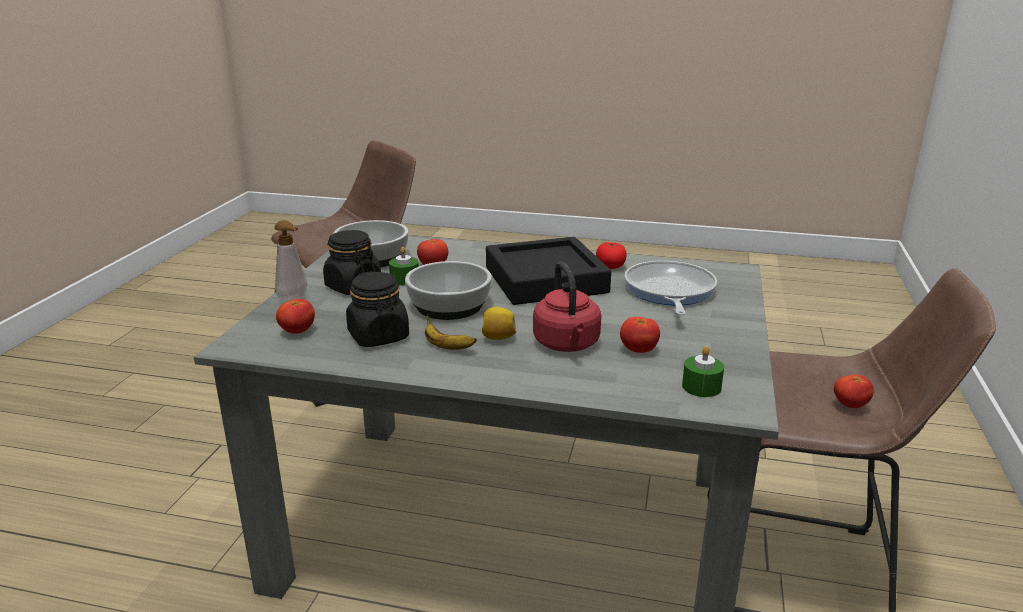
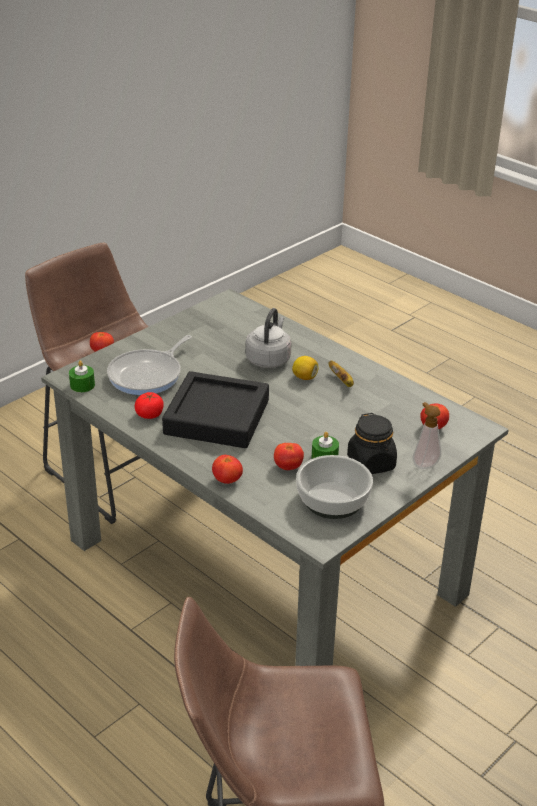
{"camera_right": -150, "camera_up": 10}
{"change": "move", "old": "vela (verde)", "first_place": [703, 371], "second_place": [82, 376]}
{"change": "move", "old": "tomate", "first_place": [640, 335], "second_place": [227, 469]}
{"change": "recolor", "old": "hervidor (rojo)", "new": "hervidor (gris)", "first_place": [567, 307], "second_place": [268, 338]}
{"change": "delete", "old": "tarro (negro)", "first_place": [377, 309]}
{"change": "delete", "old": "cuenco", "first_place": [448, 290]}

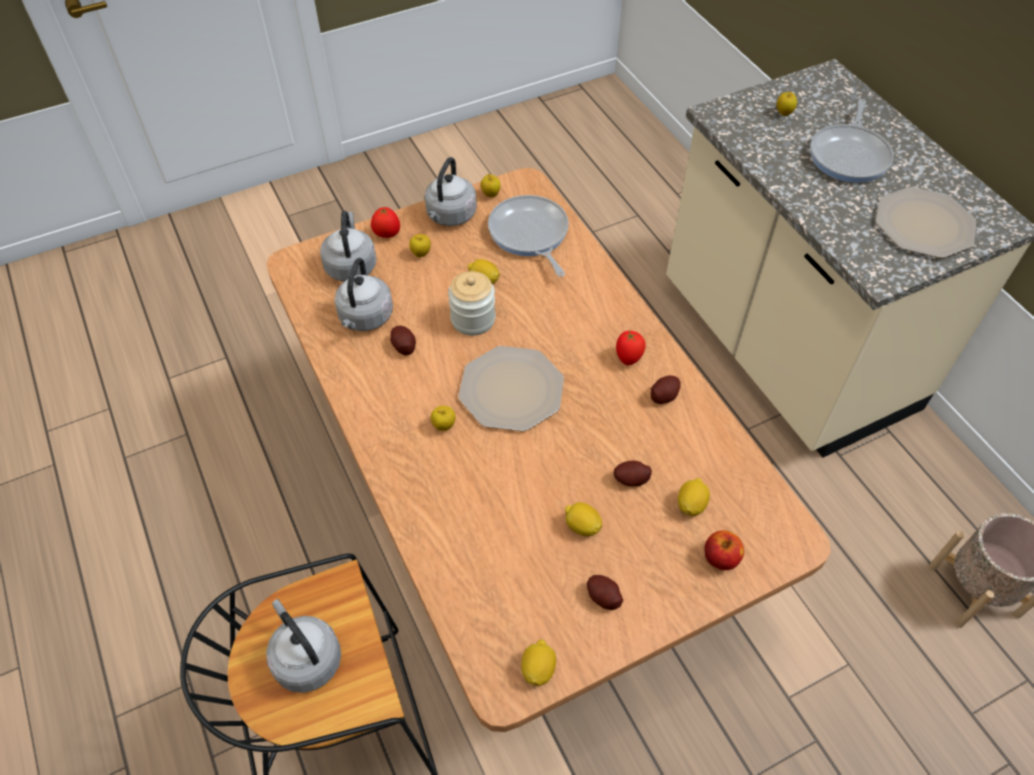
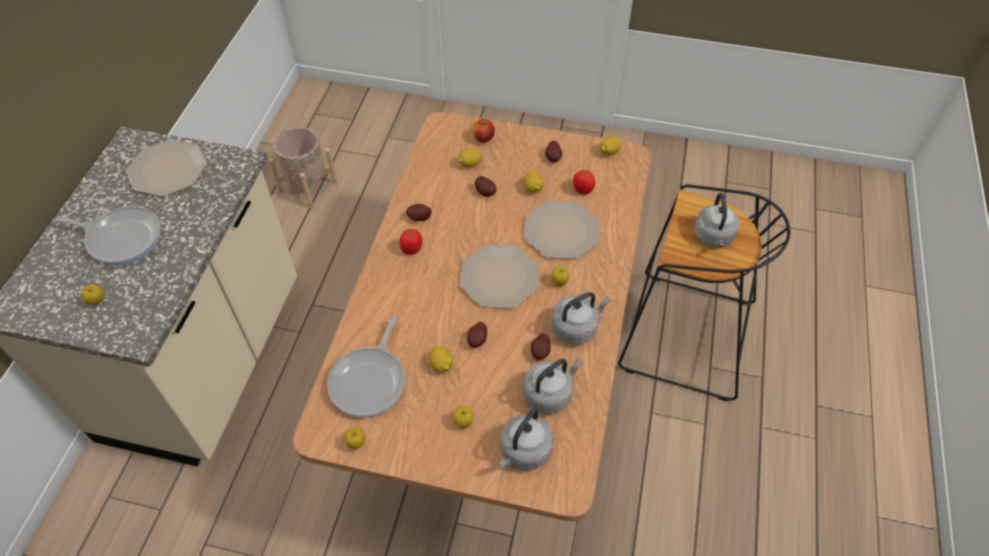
{"camera_right": -140, "camera_up": 0}
{"change": "rotate", "old": "sartén", "first_place": [852, 141], "second_place": [107, 235], "degrees": 45}
{"change": "replace", "old": "tarro", "new": "patata", "first_place": [471, 303], "second_place": [477, 335]}
{"change": "insert", "new": "plato", "second_place": [562, 230]}
{"change": "move", "old": "hervidor (gris)", "first_place": [451, 191], "second_place": [581, 318]}
{"change": "move", "old": "tomate", "first_place": [385, 222], "second_place": [584, 182]}

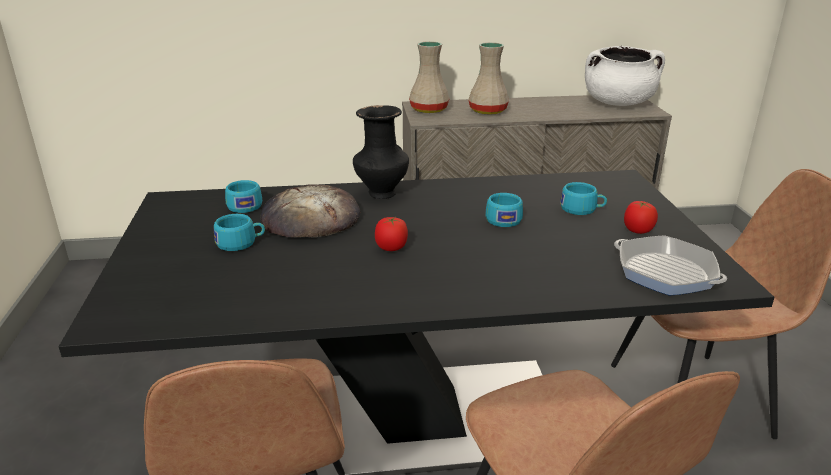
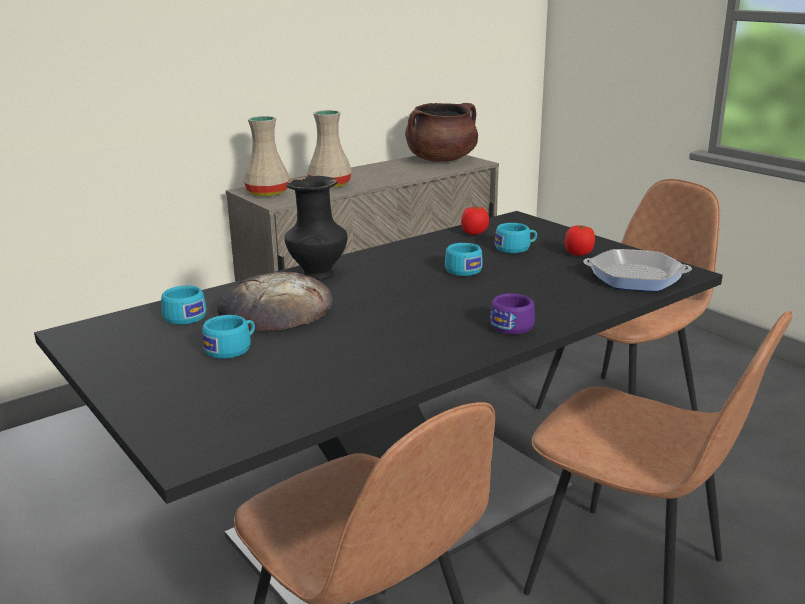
{"camera_right": -30, "camera_up": -5}
{"change": "recolor", "old": "olla (blanco)", "new": "olla (marrón)", "first_place": [625, 76], "second_place": [441, 132]}
{"change": "move", "old": "tomate", "first_place": [391, 234], "second_place": [475, 220]}
{"change": "insert", "new": "taza (morado)", "second_place": [512, 313]}

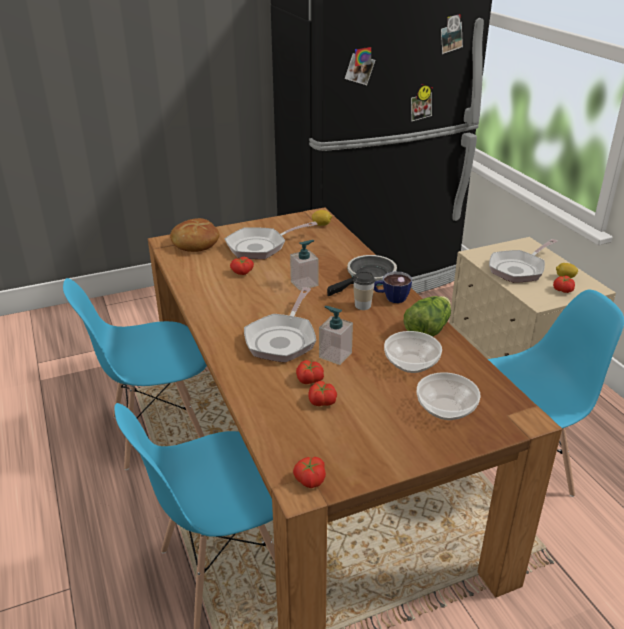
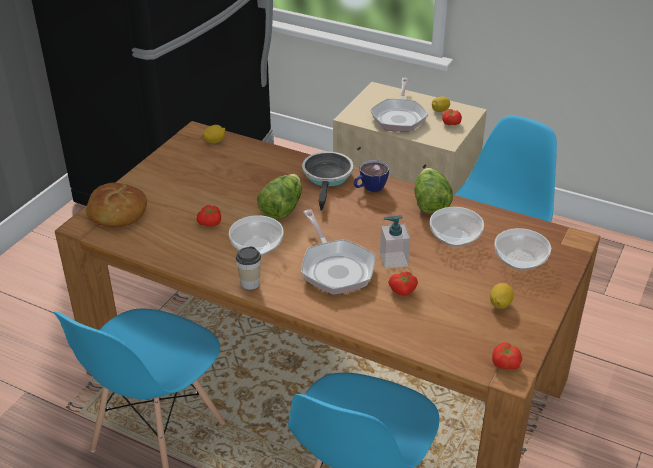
{"camera_right": -40, "camera_up": 5}
{"change": "insert", "new": "cuenco", "second_place": [256, 235]}
{"change": "move", "old": "taza", "first_place": [364, 290], "second_place": [248, 268]}
{"change": "replace", "old": "dispensador de jabón", "new": "lechuga", "first_place": [304, 265], "second_place": [279, 196]}
{"change": "insert", "new": "limón", "second_place": [502, 296]}
{"change": "delete", "old": "sartén", "first_place": [271, 240]}
{"change": "delete", "old": "tomate", "first_place": [323, 393]}

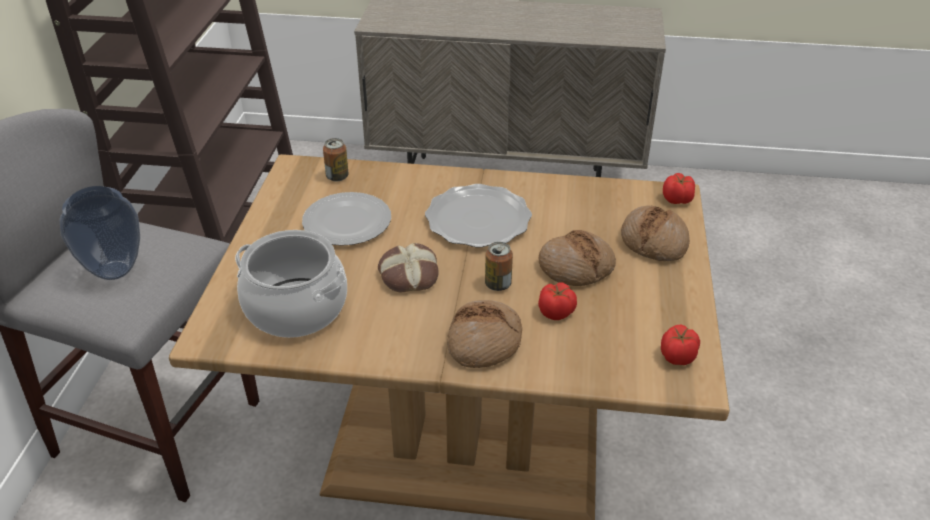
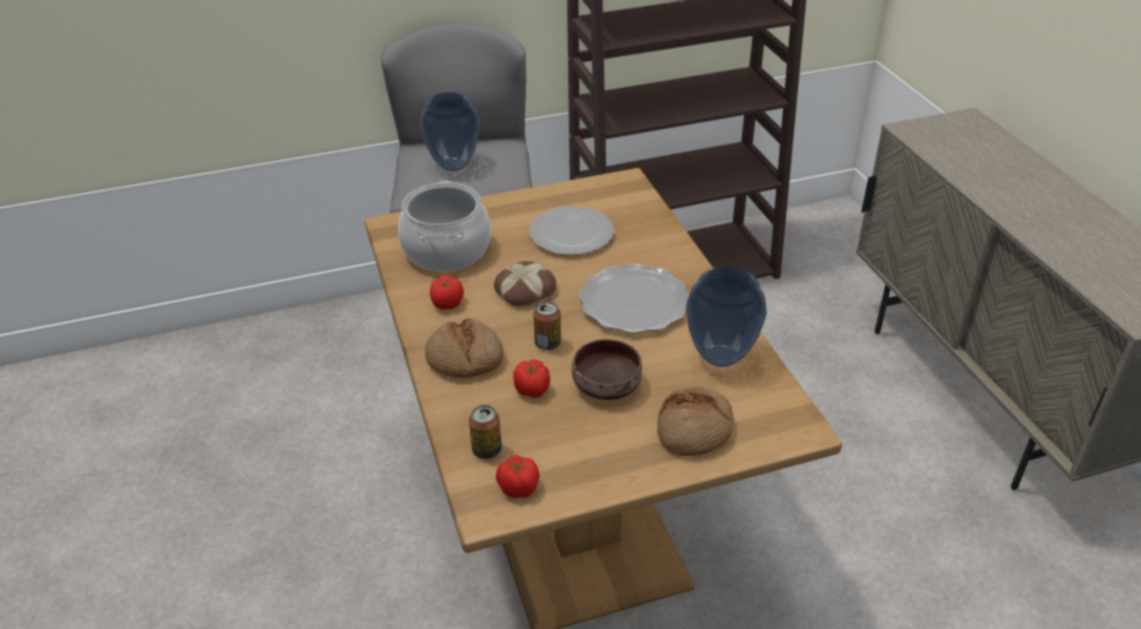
{"camera_right": 65, "camera_up": 0}
{"change": "move", "old": "tomate", "first_place": [679, 188], "second_place": [447, 292]}
{"change": "move", "old": "lata", "first_place": [336, 160], "second_place": [485, 432]}
{"change": "replace", "old": "pan", "new": "cuenco (marrón)", "first_place": [577, 258], "second_place": [607, 369]}
{"change": "insert", "new": "florero", "second_place": [726, 316]}

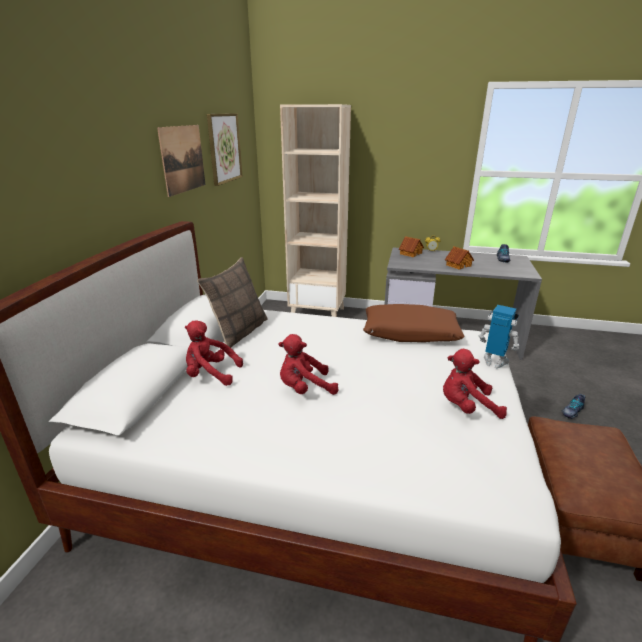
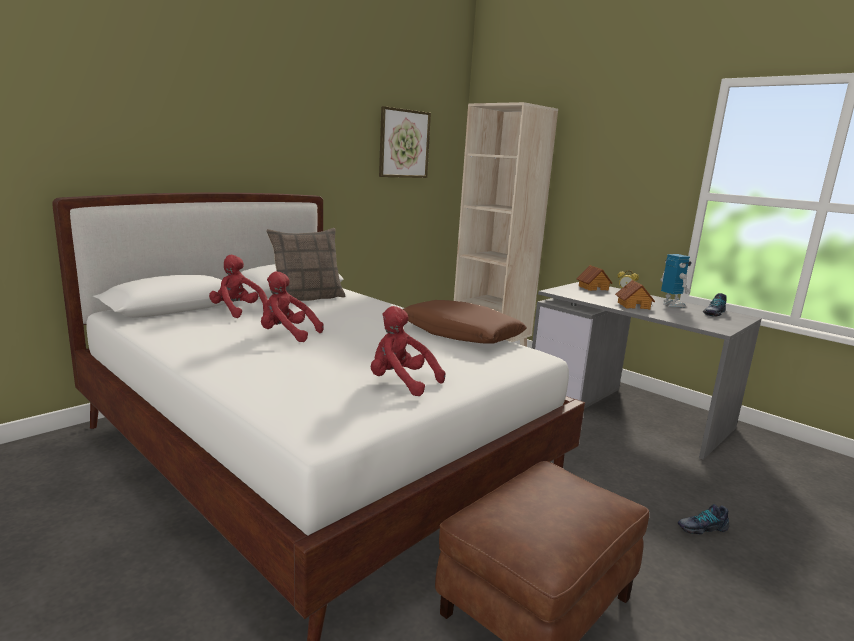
{"camera_right": 30, "camera_up": -10}
{"change": "move", "old": "robot de juguete", "first_place": [499, 336], "second_place": [676, 280]}
{"change": "delete", "old": "cuadro", "first_place": [181, 161]}

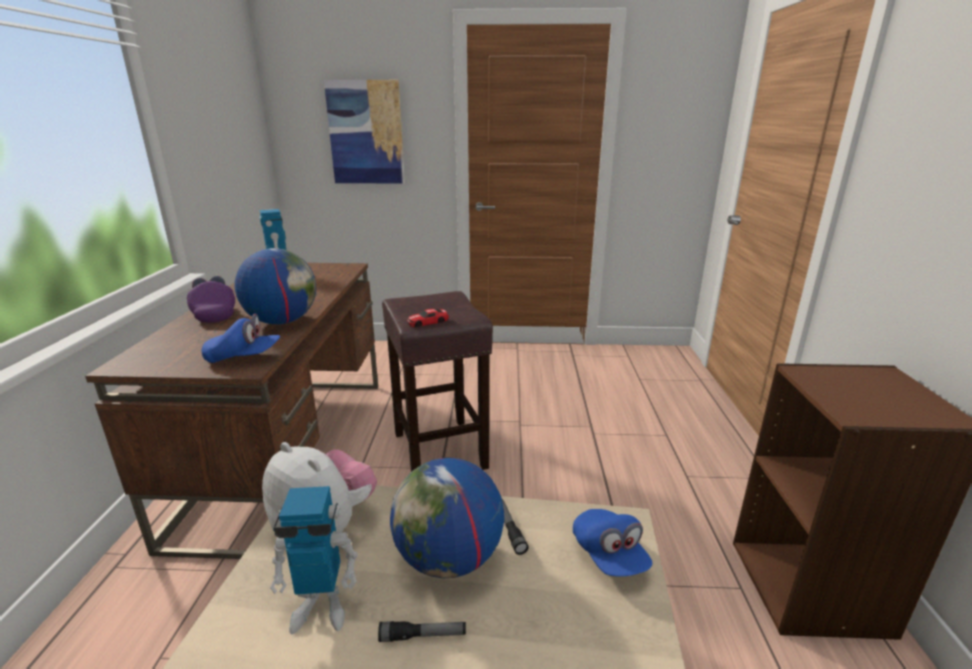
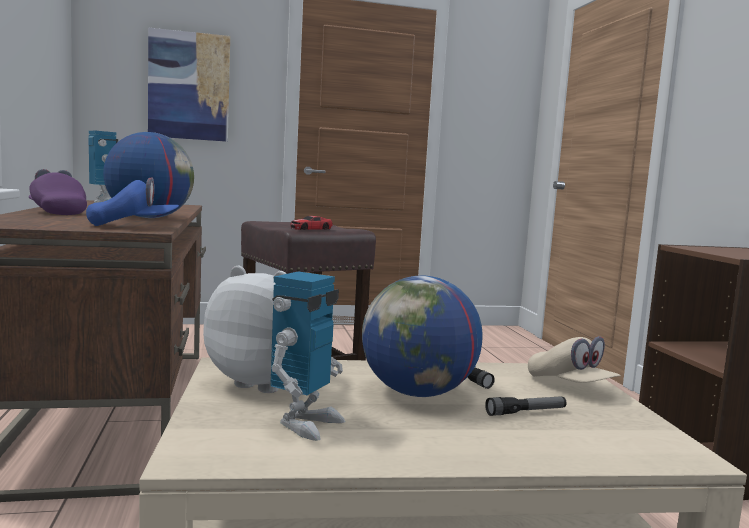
{"camera_right": -15, "camera_up": -15}
{"change": "rotate", "old": "robot de juguete", "first_place": [314, 560], "second_place": [308, 356], "degrees": -45}
{"change": "move", "old": "linterna", "first_place": [422, 631], "second_place": [525, 406]}
{"change": "recolor", "old": "gorra (azul)", "new": "gorra (beis)", "first_place": [612, 543], "second_place": [574, 359]}

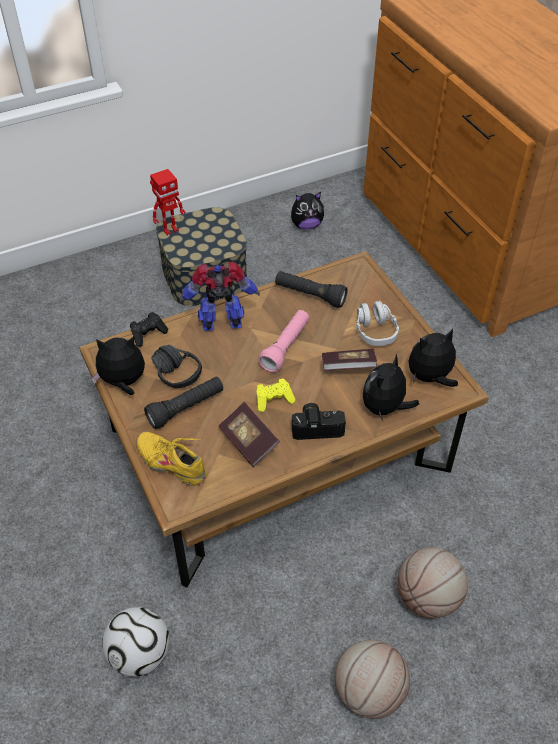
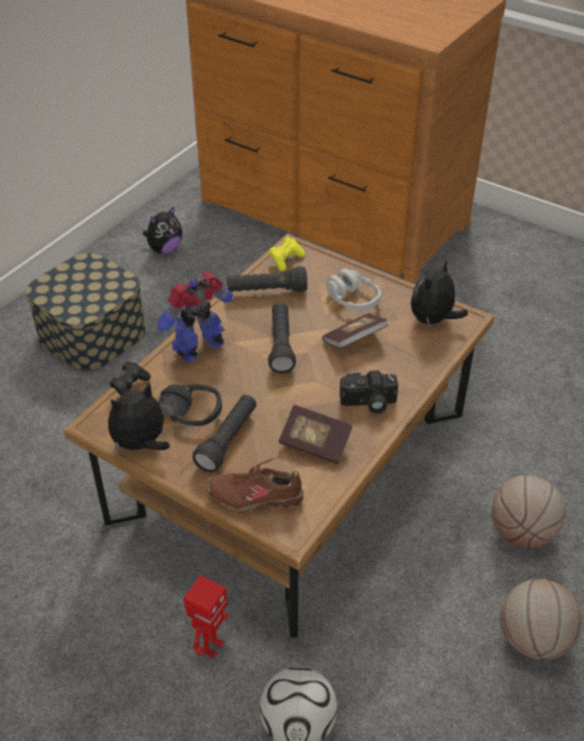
{"camera_right": -30, "camera_up": -5}
{"change": "move", "old": "robot de juguete", "first_place": [168, 202], "second_place": [206, 617]}
{"change": "recolor", "old": "zapato (amarillo)", "new": "zapato (marrón)", "first_place": [171, 458], "second_place": [255, 484]}
{"change": "recolor", "old": "linterna (rosa)", "new": "linterna (negro)", "first_place": [283, 341], "second_place": [282, 338]}
{"change": "move", "old": "mando de consola (amarillo)", "first_place": [276, 395], "second_place": [287, 254]}
{"change": "rotate", "old": "cámara", "first_place": [319, 421], "second_place": [369, 392], "degrees": -150}
{"change": "delete", "old": "peluche", "first_place": [391, 388]}

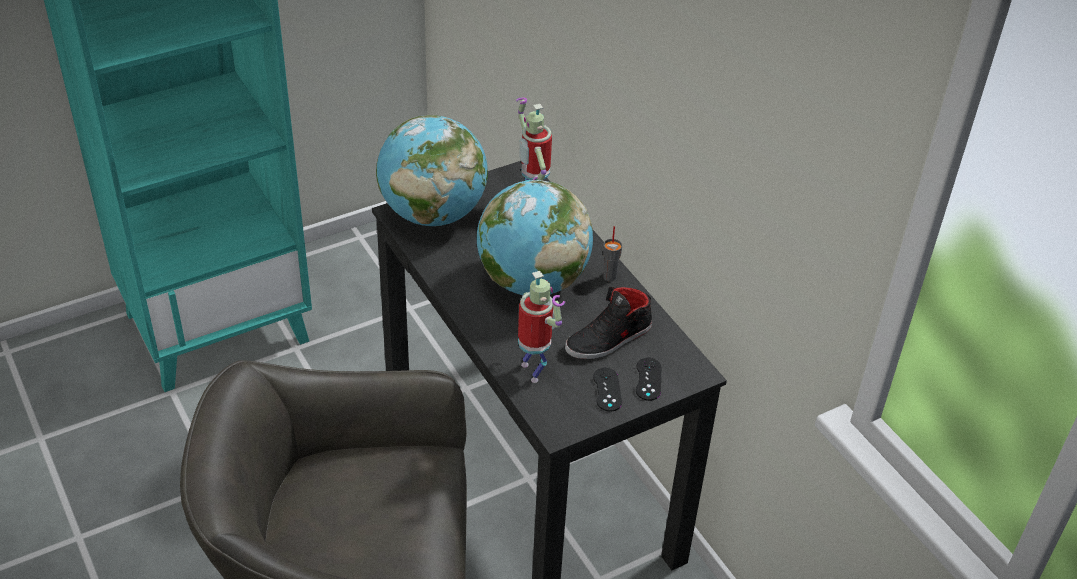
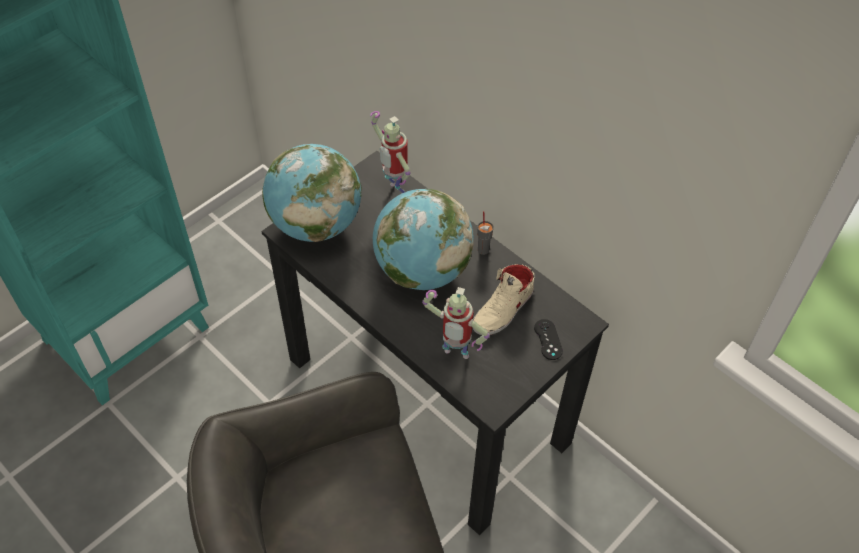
{"camera_right": -15, "camera_up": 10}
{"change": "rotate", "old": "robot de juguete", "first_place": [541, 327], "second_place": [456, 323], "degrees": 150}
{"change": "recolor", "old": "zapato (negro)", "new": "zapato (beis)", "first_place": [608, 323], "second_place": [503, 299]}
{"change": "delete", "old": "mando de consola (negro)", "first_place": [607, 390]}

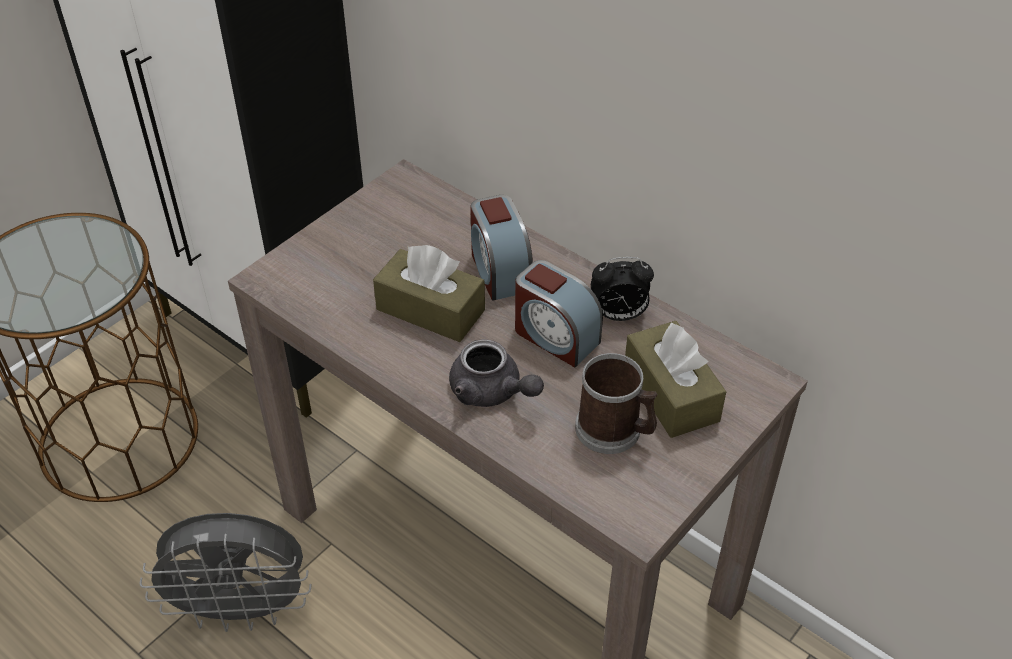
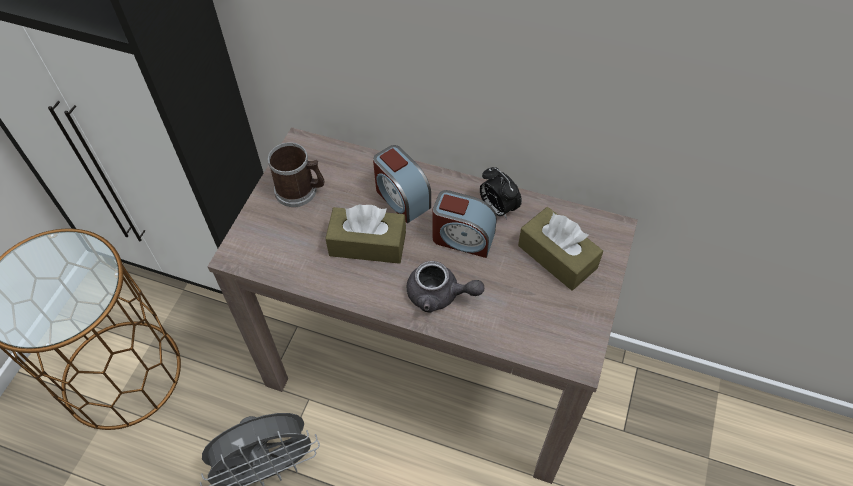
{"camera_right": -20, "camera_up": 10}
{"change": "move", "old": "taza grande", "first_place": [616, 403], "second_place": [296, 174]}
{"change": "rotate", "old": "despertador", "first_place": [622, 289], "second_place": [501, 193], "degrees": 75}

